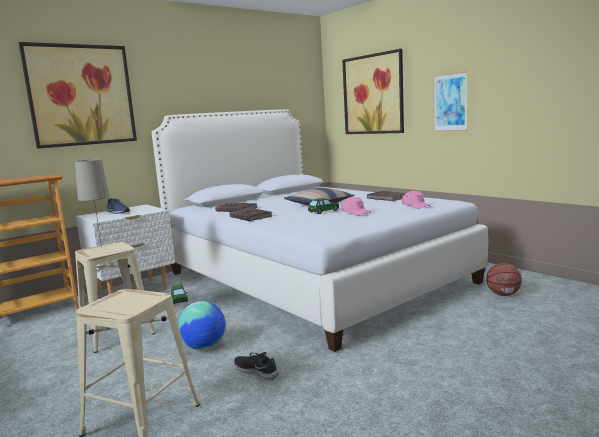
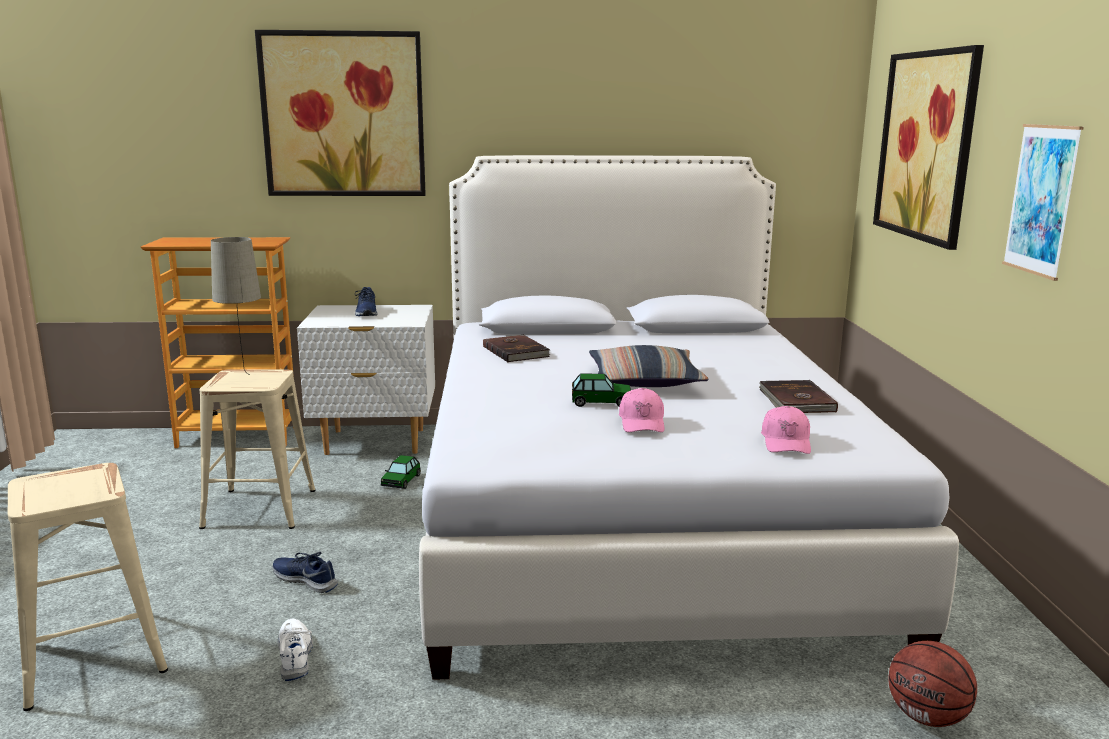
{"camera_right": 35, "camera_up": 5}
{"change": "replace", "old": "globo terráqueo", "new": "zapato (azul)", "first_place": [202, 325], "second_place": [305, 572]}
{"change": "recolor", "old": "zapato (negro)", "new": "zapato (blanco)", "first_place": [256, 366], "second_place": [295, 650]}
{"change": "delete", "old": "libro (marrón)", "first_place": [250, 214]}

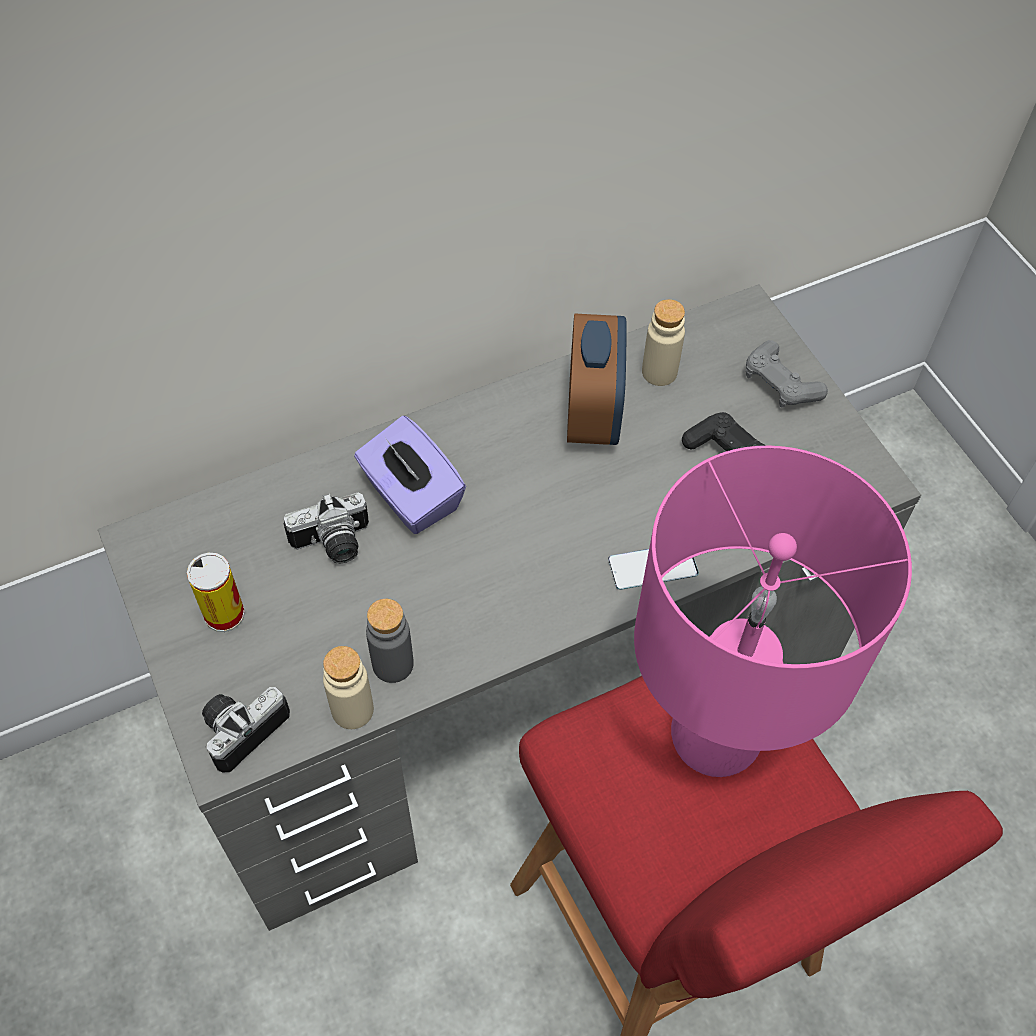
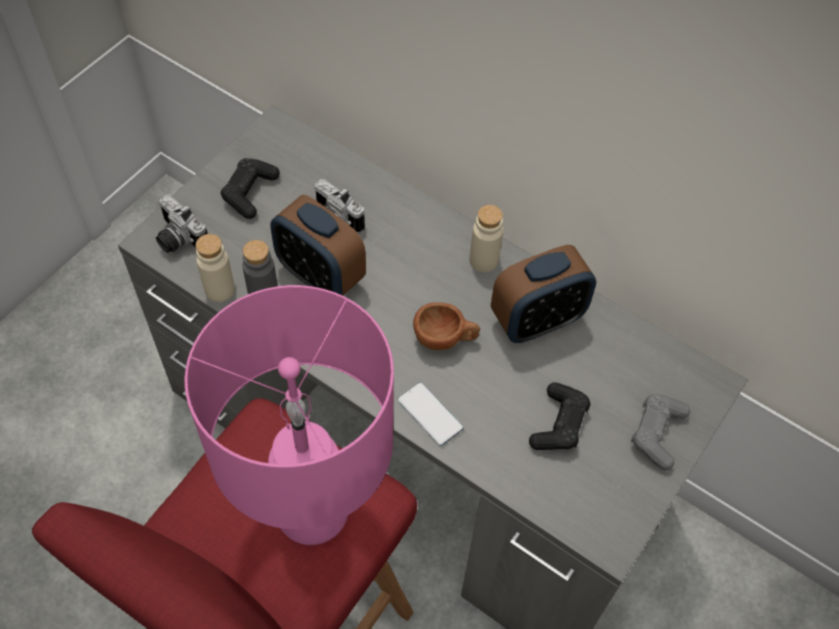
{"camera_right": 60, "camera_up": 0}
{"change": "rotate", "old": "cámara", "first_place": [246, 730], "second_place": [182, 224], "degrees": -150}
{"change": "replace", "old": "lata", "new": "mando de consola (negro)", "first_place": [216, 592], "second_place": [250, 188]}
{"change": "insert", "new": "despertador", "second_place": [318, 245]}
{"change": "insert", "new": "taza (marrón)", "second_place": [446, 326]}
{"change": "move", "old": "botella (beis)", "first_place": [663, 342], "second_place": [486, 238]}
{"change": "delete", "old": "caja de pañuelos (morado)", "first_place": [410, 475]}

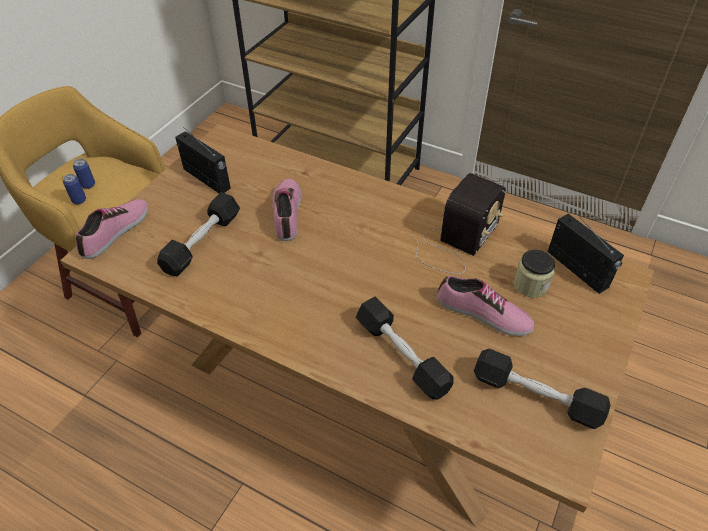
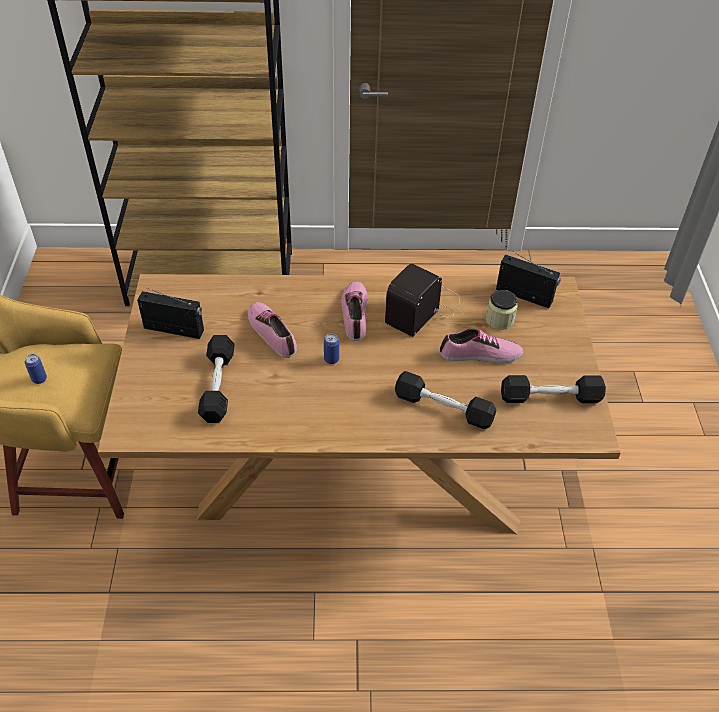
{"camera_right": -30, "camera_up": 0}
{"change": "move", "old": "lata", "first_place": [74, 189], "second_place": [331, 348]}
{"change": "move", "old": "zapato", "first_place": [111, 229], "second_place": [355, 311]}
{"change": "rotate", "old": "radio", "first_place": [457, 223], "second_place": [425, 300], "degrees": -150}

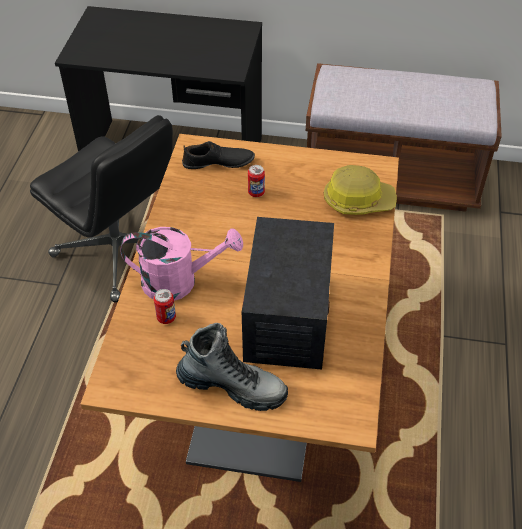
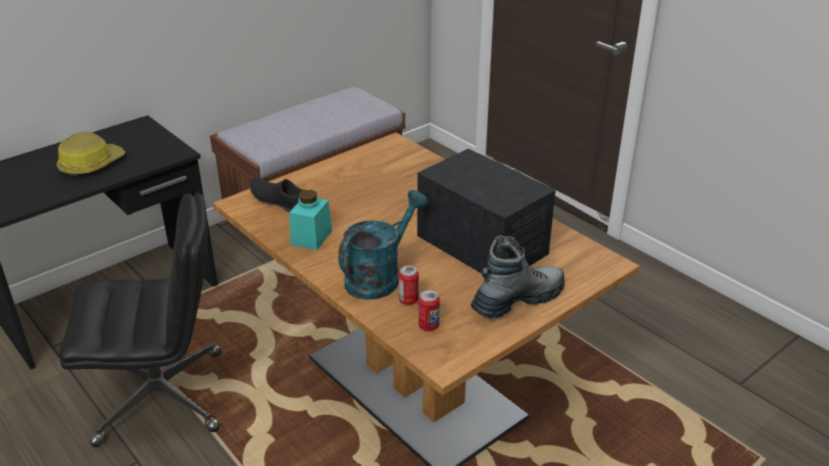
{"camera_right": -50, "camera_up": -15}
{"change": "move", "old": "casco", "first_place": [360, 190], "second_place": [91, 154]}
{"change": "rotate", "old": "zapato (negro)", "first_place": [218, 155], "second_place": [277, 195], "degrees": -90}
{"change": "insert", "new": "tarro (turquesa)", "second_place": [310, 220]}
{"change": "recolor", "old": "regadera (rosa)", "new": "regadera (turquesa)", "first_place": [181, 264], "second_place": [383, 245]}
{"change": "move", "old": "lata", "first_place": [256, 181], "second_place": [429, 310]}

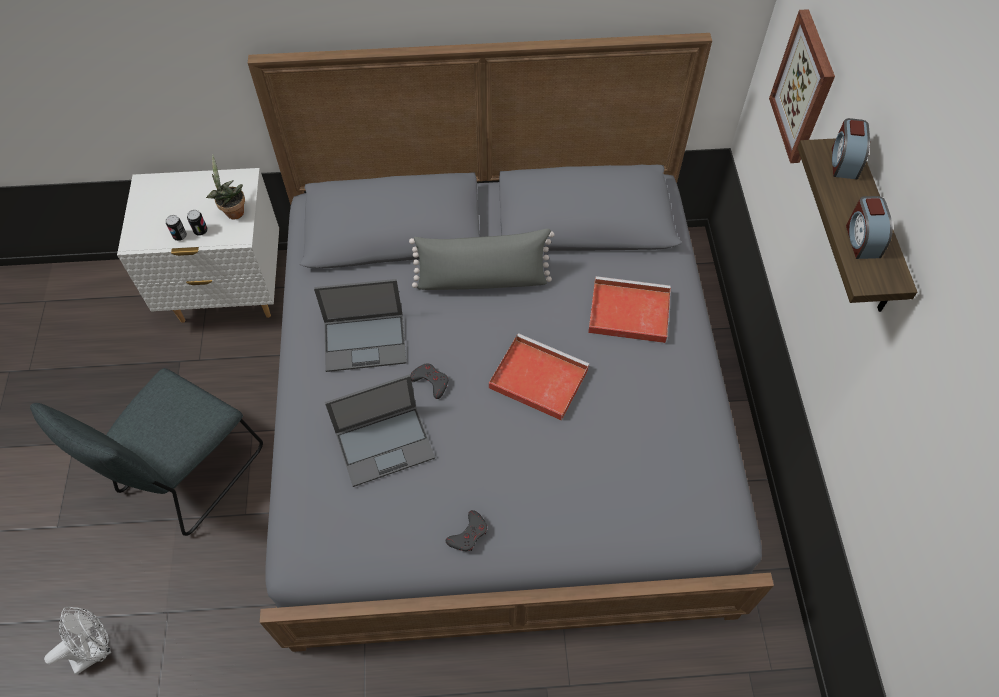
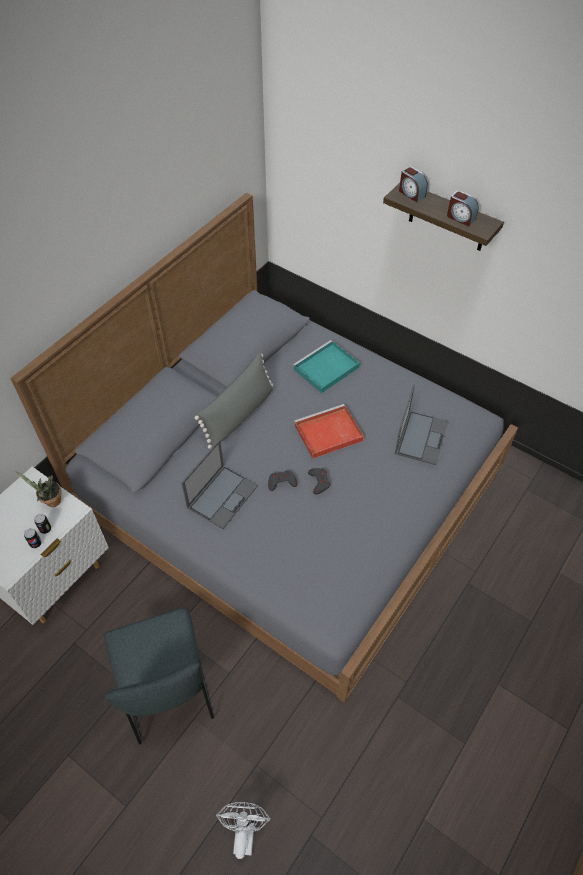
{"camera_right": -50, "camera_up": -5}
{"change": "recolor", "old": "bandeja (rojo)", "new": "bandeja (turquesa)", "first_place": [629, 309], "second_place": [326, 366]}
{"change": "move", "old": "mando de consola (gris)", "first_place": [466, 530], "second_place": [319, 481]}
{"change": "move", "old": "portátil", "first_place": [380, 430], "second_place": [421, 424]}
{"change": "delete", "old": "cuadro", "first_place": [802, 86]}

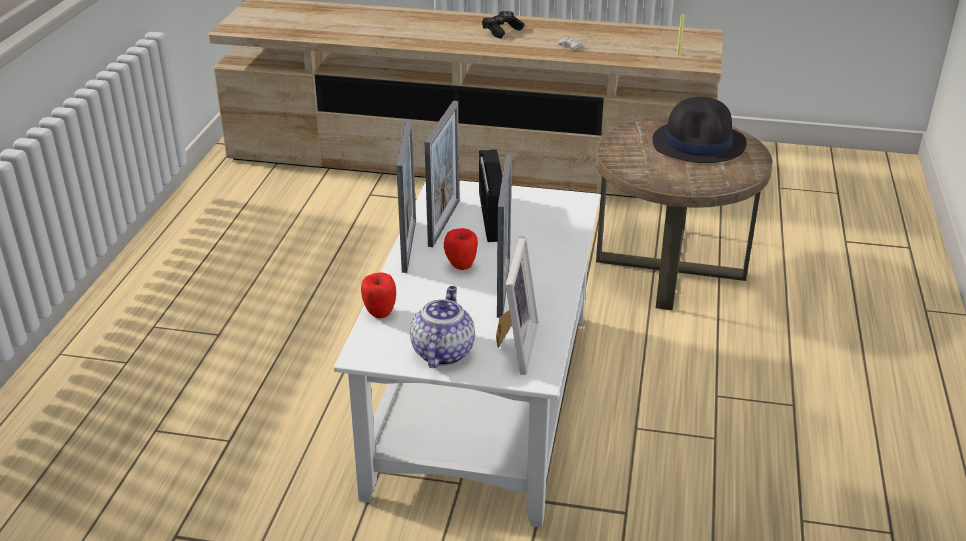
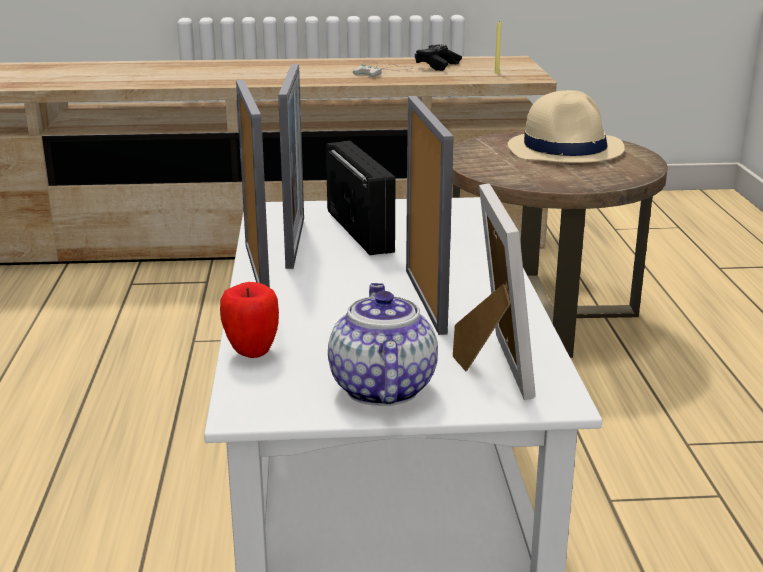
{"camera_right": -15, "camera_up": -10}
{"change": "move", "old": "mando de consola (negro)", "first_place": [503, 25], "second_place": [438, 58]}
{"change": "recolor", "old": "sombrero (negro)", "new": "sombrero (beis)", "first_place": [699, 130], "second_place": [566, 126]}
{"change": "delete", "old": "manzana", "first_place": [461, 249]}

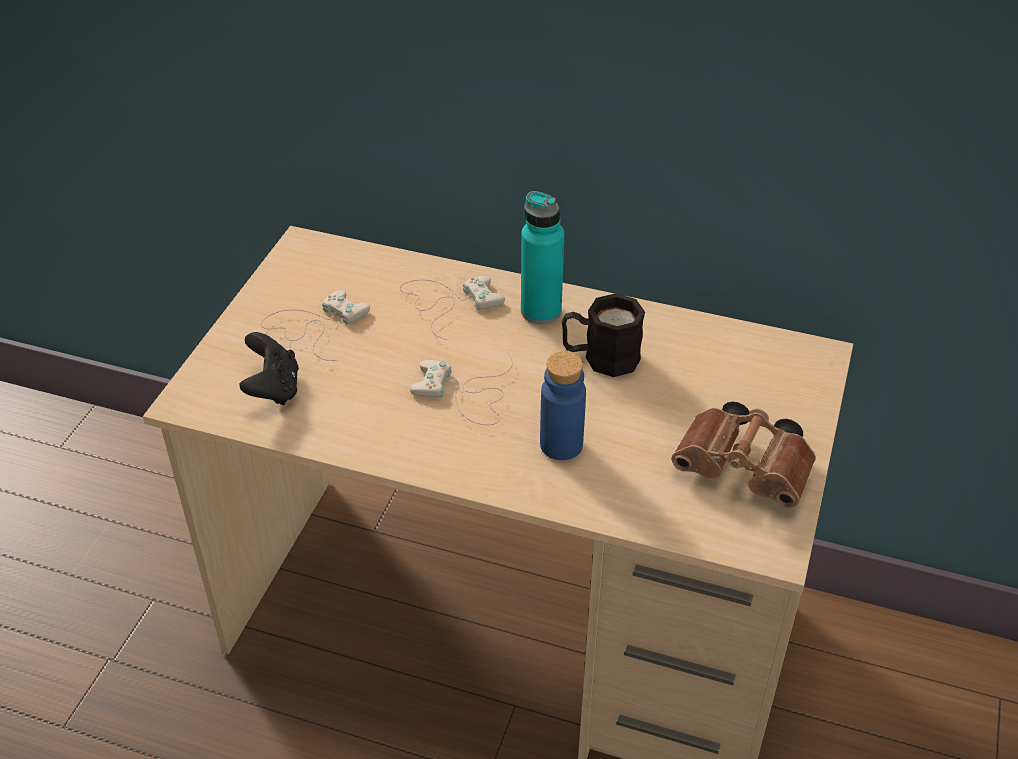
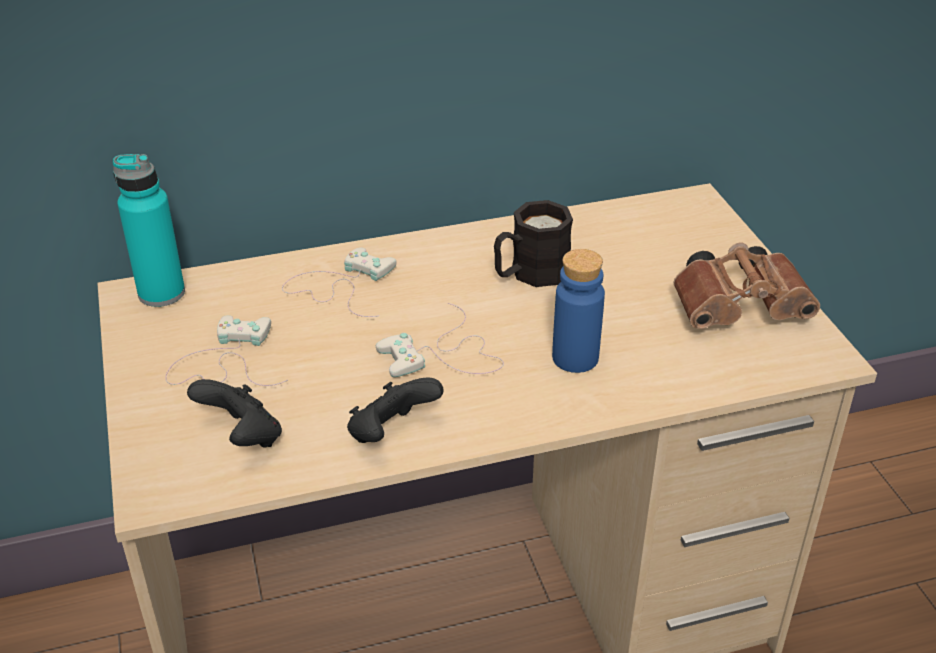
{"camera_right": -35, "camera_up": -5}
{"change": "move", "old": "botella (turquesa)", "first_place": [542, 257], "second_place": [149, 230]}
{"change": "insert", "new": "mando de consola (negro)", "second_place": [395, 410]}

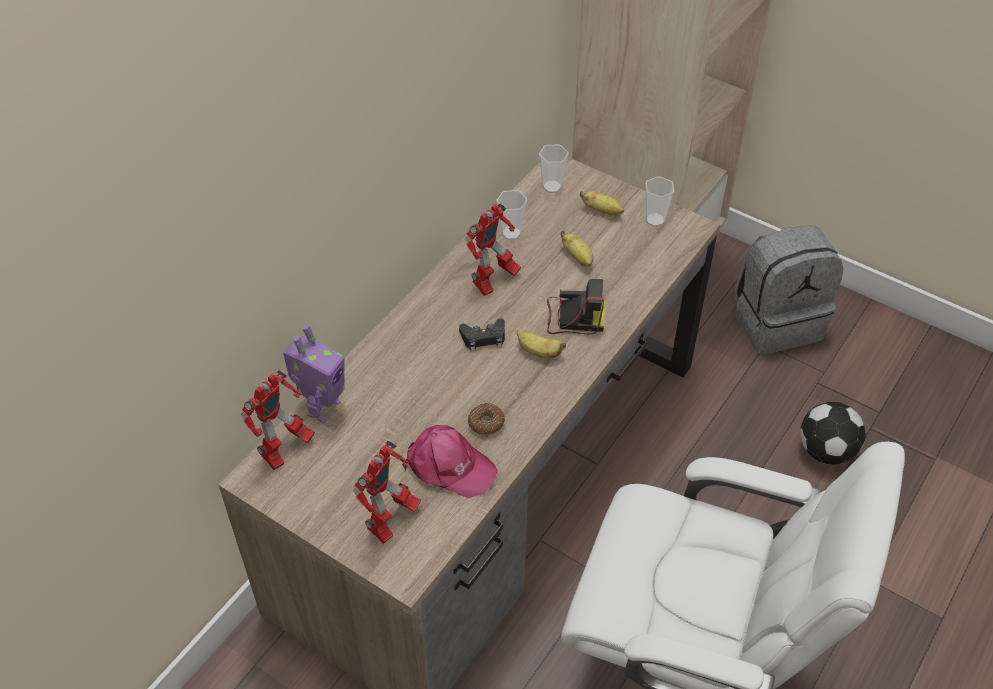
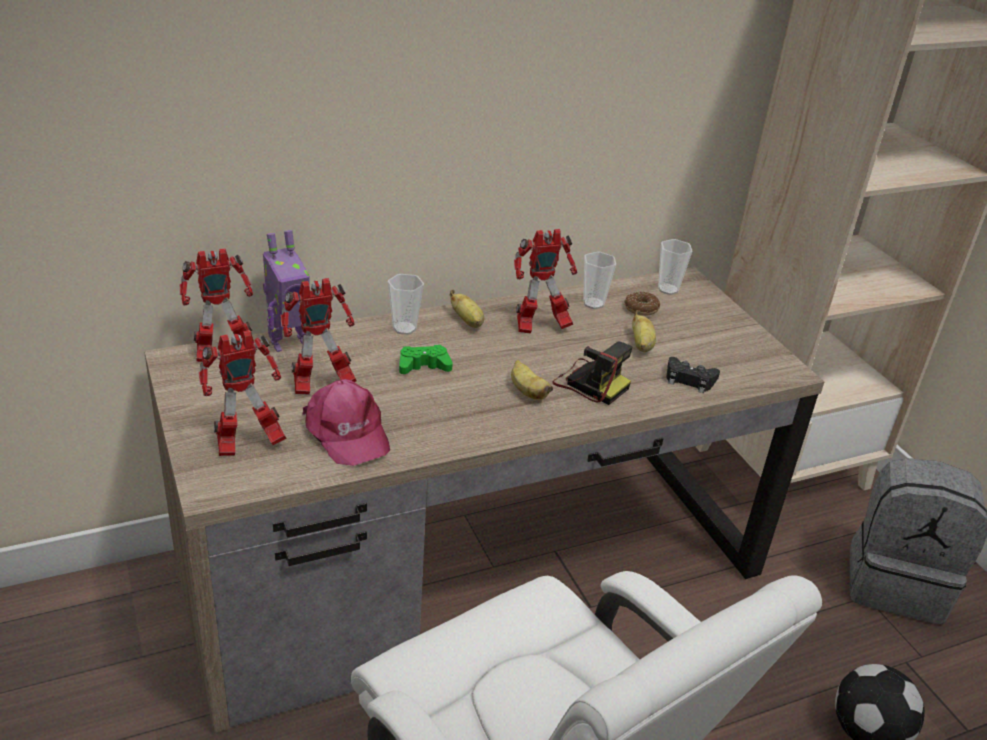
{"camera_right": 30, "camera_up": -15}
{"change": "insert", "new": "robot de juguete", "second_place": [319, 336]}
{"change": "move", "old": "taza", "first_place": [660, 201], "second_place": [406, 304]}
{"change": "insert", "new": "mando de consola (verde)", "second_place": [426, 359]}
{"change": "move", "old": "plátano", "first_place": [602, 203], "second_place": [467, 309]}
{"change": "move", "old": "rosquilla", "first_place": [486, 419], "second_place": [642, 304]}
{"change": "move", "old": "mando de consola (negro)", "first_place": [482, 334], "second_place": [693, 375]}

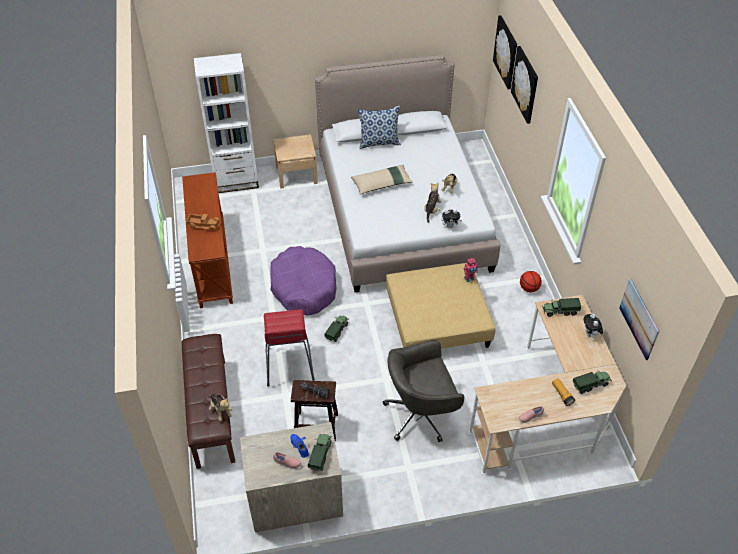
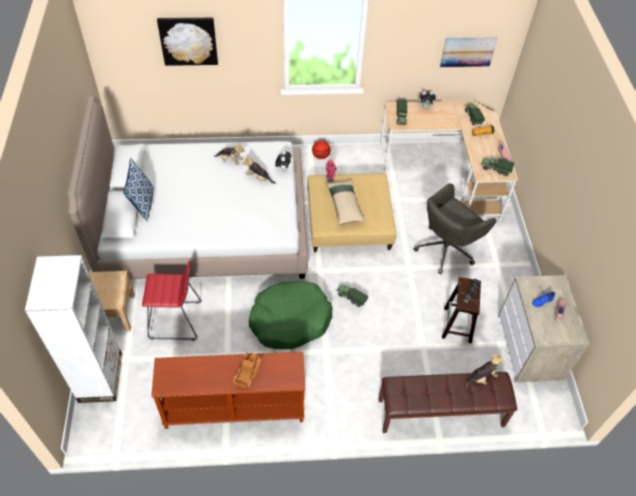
{"camera_right": -85, "camera_up": 5}
{"change": "move", "old": "taburete (rojo)", "first_place": [289, 348], "second_place": [171, 301]}
{"change": "recolor", "old": "cama para perro (morado)", "new": "cama para perro (verde)", "first_place": [303, 280], "second_place": [291, 315]}
{"change": "move", "old": "cojín (beis)", "first_place": [382, 180], "second_place": [345, 202]}
{"change": "rotate", "old": "silla de oficina (gris)", "first_place": [423, 391], "second_place": [454, 229], "degrees": 60}
{"change": "move", "old": "camión de juguete", "first_place": [320, 452], "second_place": [497, 167]}
{"change": "delete", "old": "cuadro", "first_place": [505, 52]}

